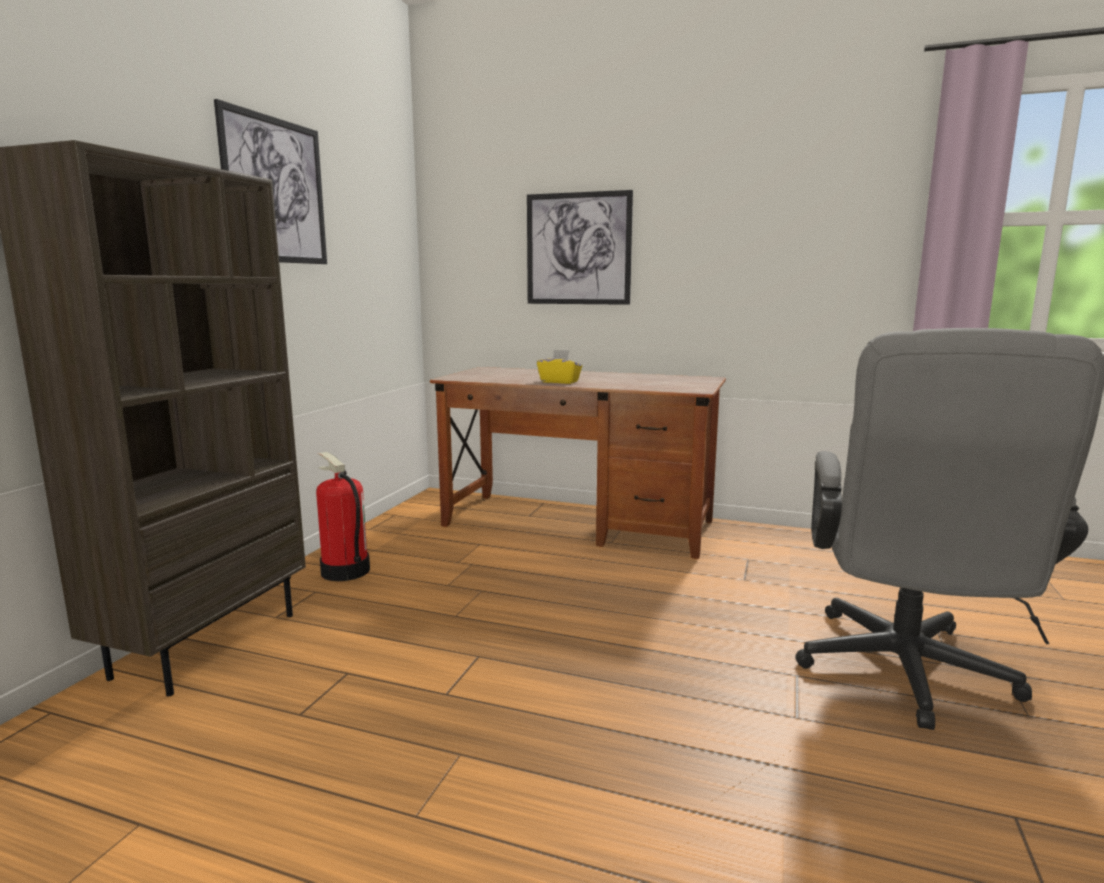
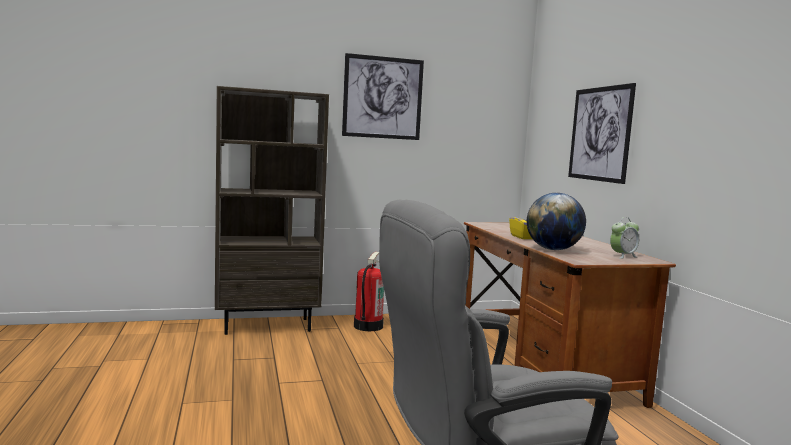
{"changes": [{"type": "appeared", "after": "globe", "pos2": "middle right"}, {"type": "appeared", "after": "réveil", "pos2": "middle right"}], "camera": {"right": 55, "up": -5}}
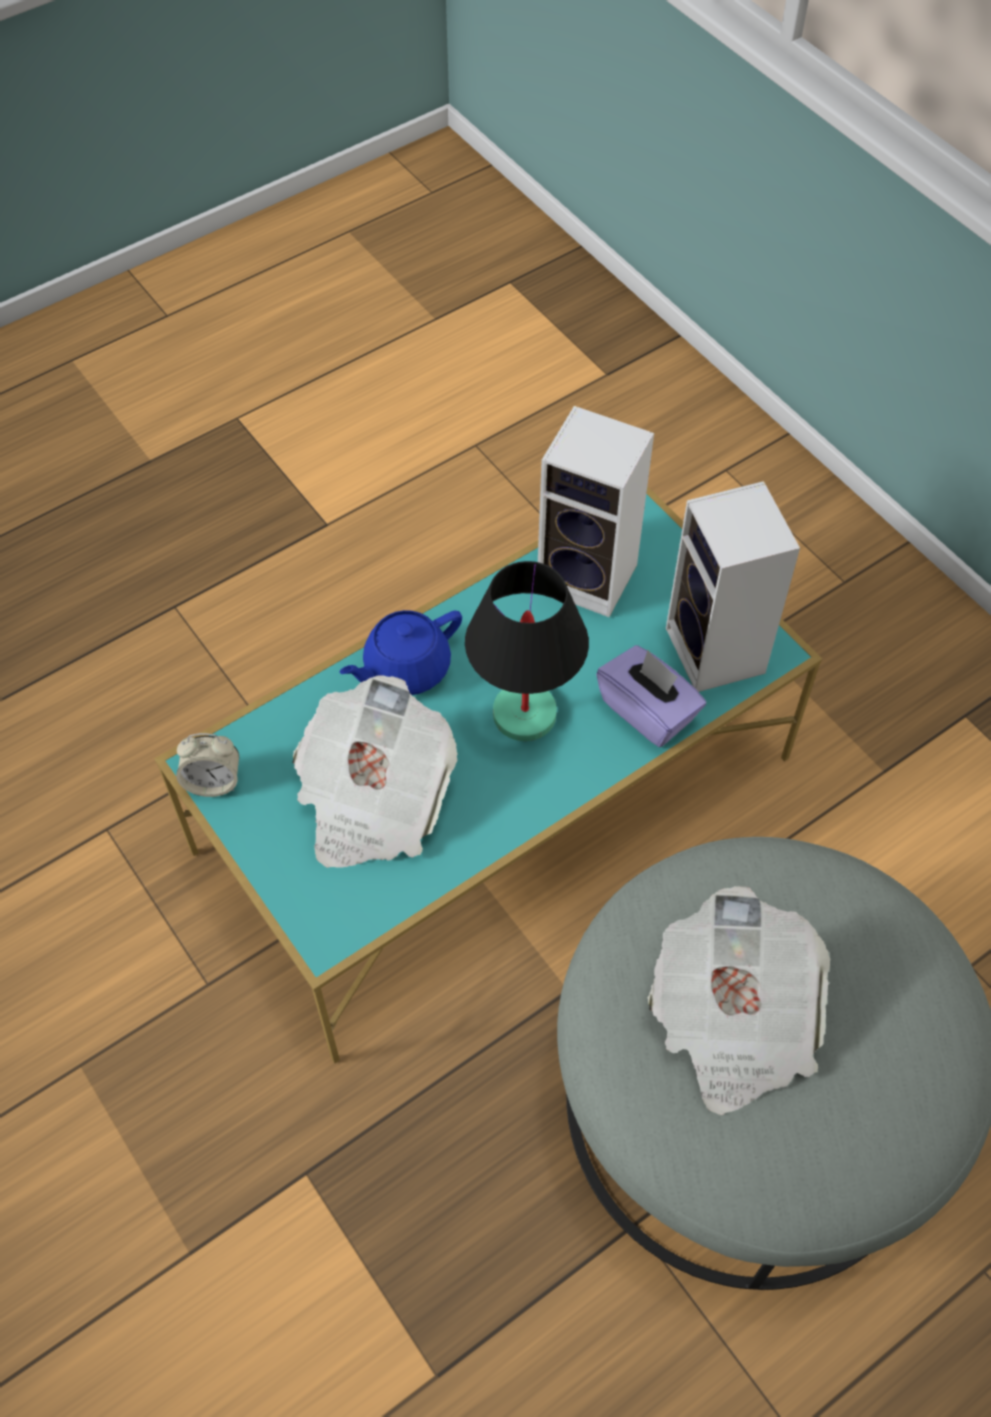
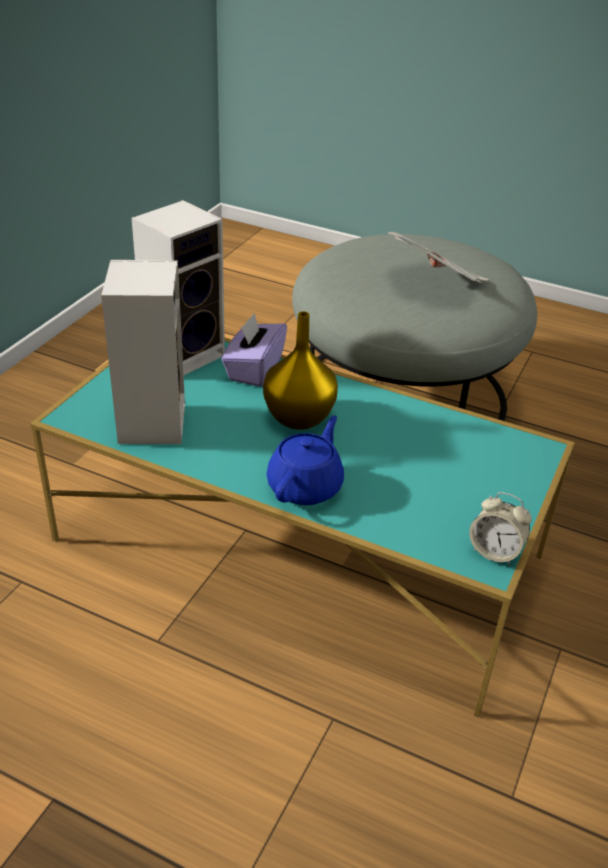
{"changes": [{"type": "missing", "before": "journal (no. 1 from left)", "pos1": "centre"}, {"type": "exchanged", "before": "lampe de table/noir", "after": "vase/jaune", "pos1": "centre", "pos2": "centre"}, {"type": "spun", "before": "réveil", "pos1": "middle left", "pos2": "middle right", "turn": 150}, {"type": "spun", "before": "théière/bleu", "pos1": "centre", "pos2": "centre", "turn": -90}], "camera": {"right": -120, "up": -20}}
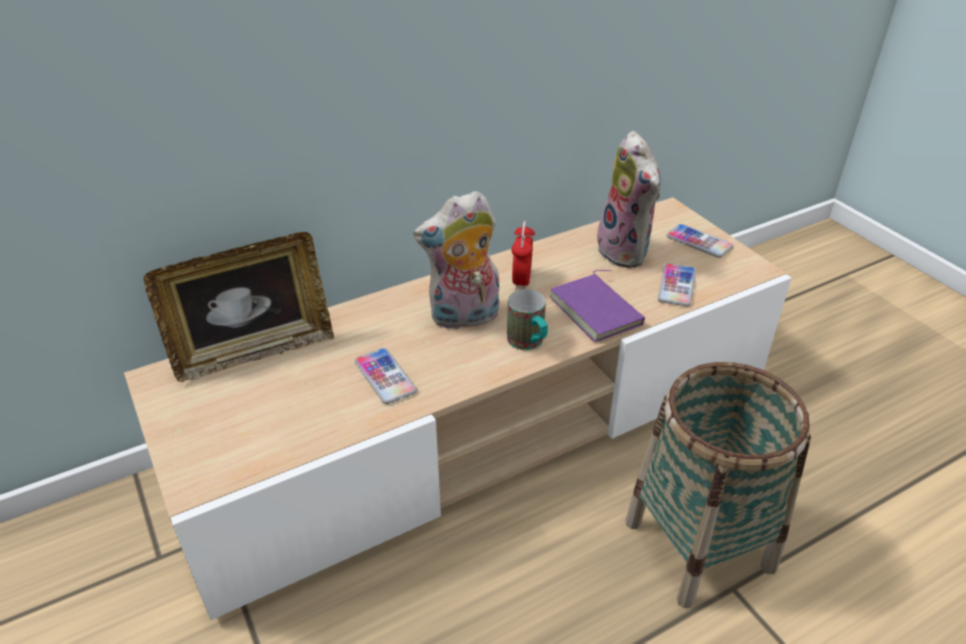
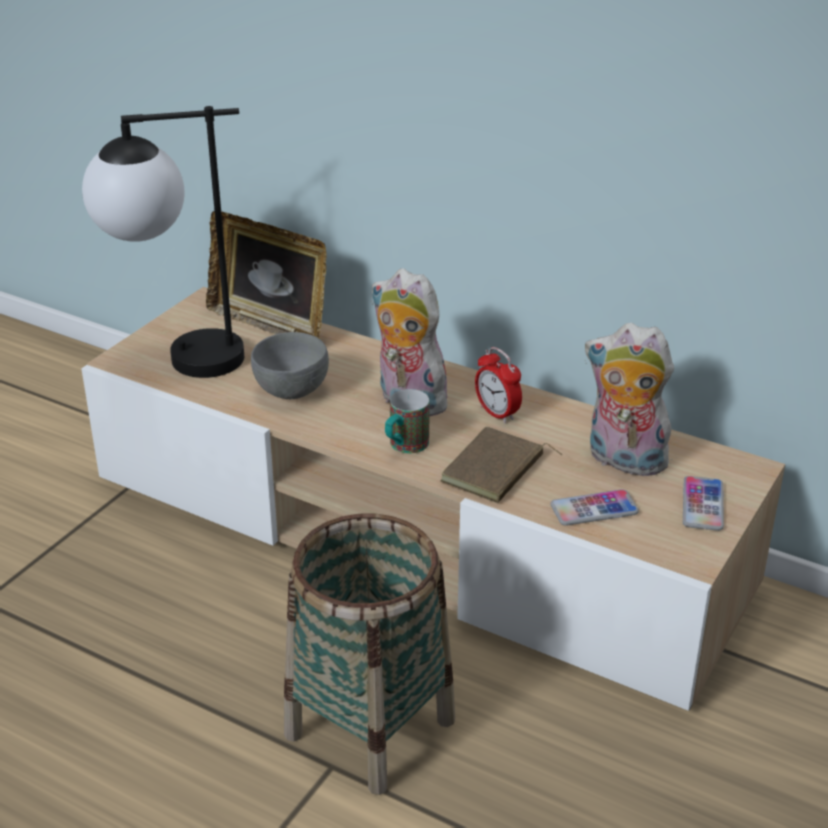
{"changes": [{"type": "appeared", "after": "lampe de table", "pos2": "top left"}, {"type": "exchanged", "before": "téléphone (no. 1 from left)", "after": "bol/gris", "pos1": "centre", "pos2": "centre"}, {"type": "colour", "before": "livre/violet", "after": "livre/marron", "pos1": "centre", "pos2": "centre"}, {"type": "spun", "before": "réveil", "pos1": "centre", "pos2": "centre", "turn": 75}, {"type": "spun", "before": "peluche (no. 2 from left)", "pos1": "top centre", "pos2": "middle right", "turn": 75}], "camera": {"right": 60, "up": -5}}
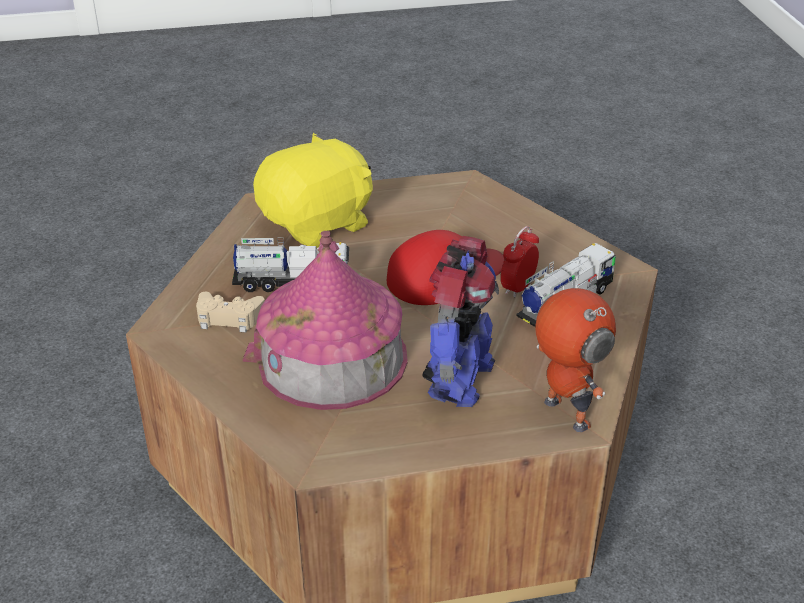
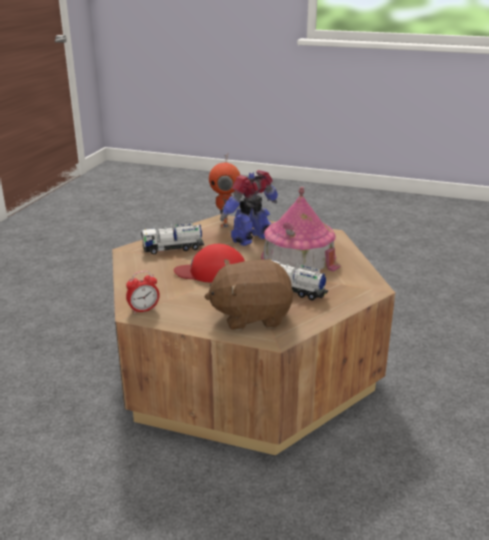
{"changes": [{"type": "missing", "before": "manette/beige", "pos1": "middle left"}, {"type": "relocated", "before": "réveil", "pos1": "centre", "pos2": "middle left"}, {"type": "colour", "before": "peluche/jaune", "after": "peluche/marron", "pos1": "top centre", "pos2": "centre"}], "camera": {"right": -150, "up": -10}}
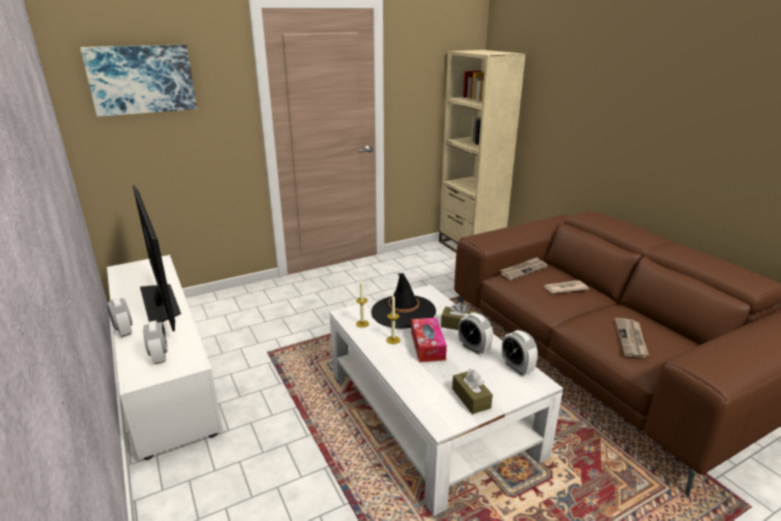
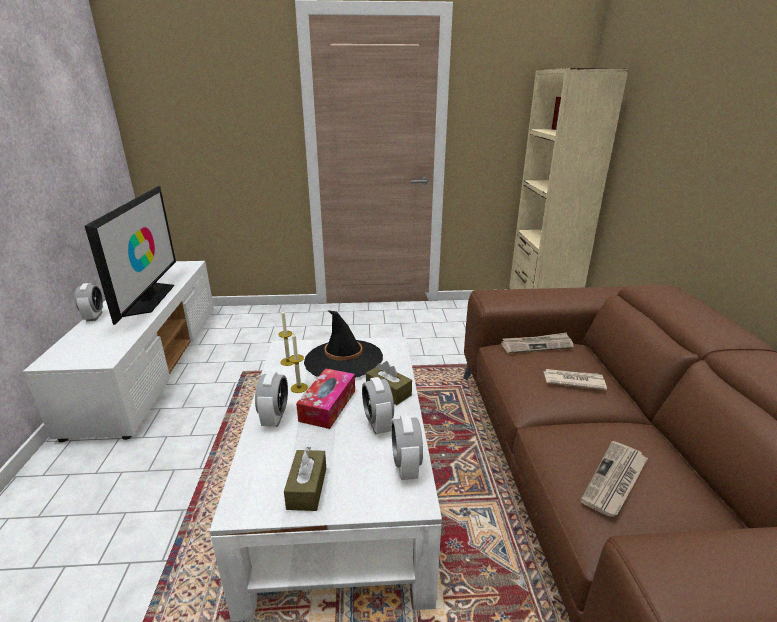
{"changes": [{"type": "missing", "before": "tableau", "pos1": "top left"}, {"type": "relocated", "before": "réveil (no. 2 from left)", "pos1": "middle left", "pos2": "centre"}], "camera": {"right": 25, "up": 0}}
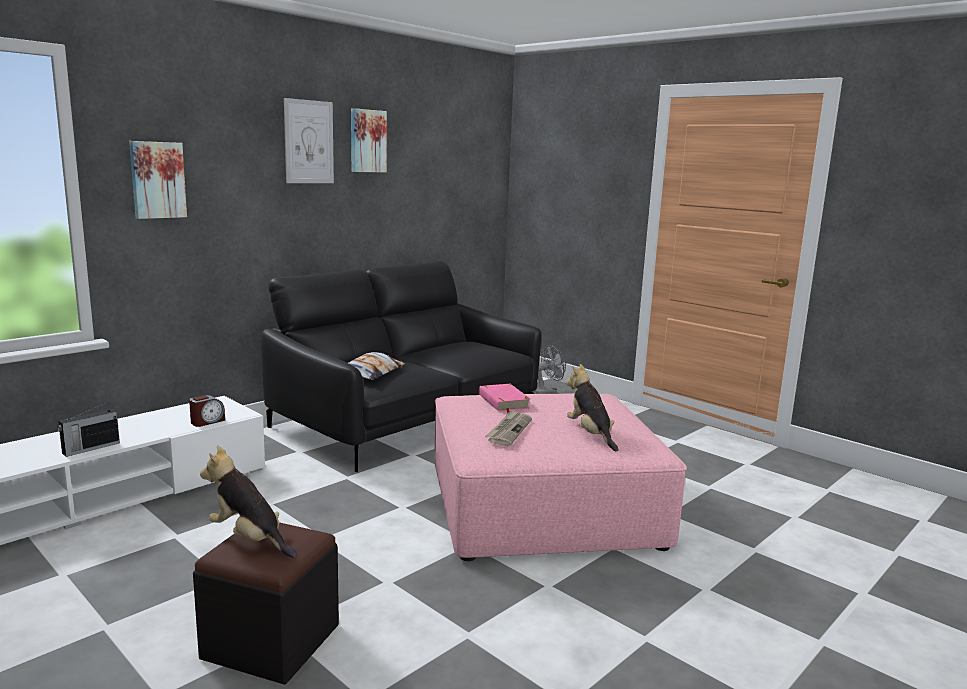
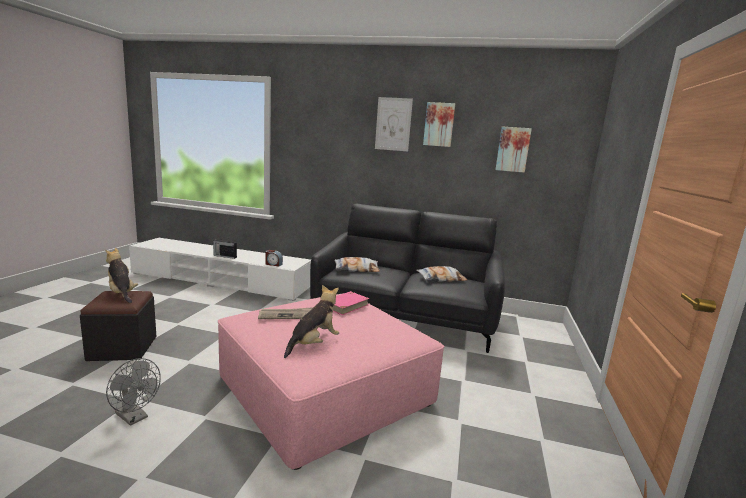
{"changes": [{"type": "appeared", "after": "coussin (no. 2 from left)", "pos2": "centre"}, {"type": "relocated", "before": "tableau (no. 1 from left in the first image)", "after": "tableau (no. 3 from left)", "pos1": "top left", "pos2": "top right"}, {"type": "relocated", "before": "ventilateur/gris", "pos1": "centre", "pos2": "bottom left"}, {"type": "spun", "before": "peluche (no. 1 from left)", "pos1": "bottom left", "pos2": "middle left", "turn": -45}], "camera": {"right": 60, "up": 0}}
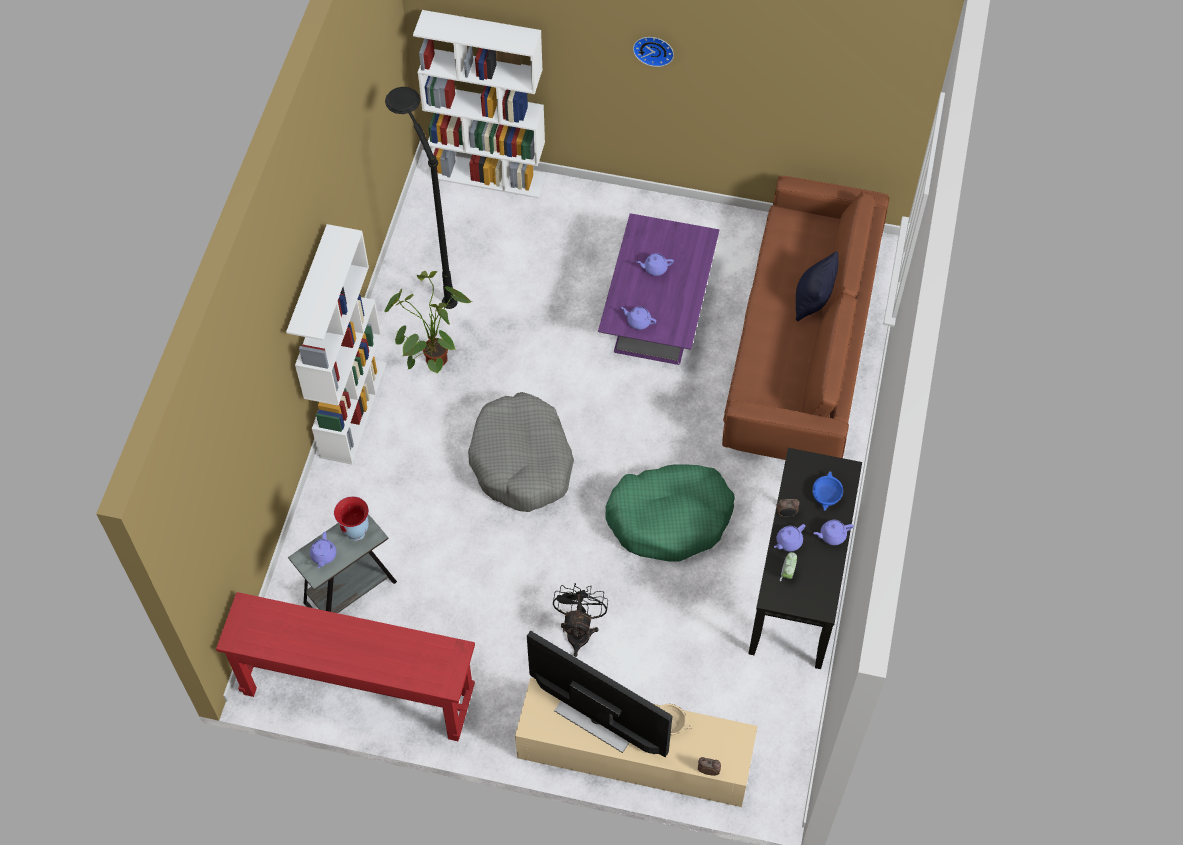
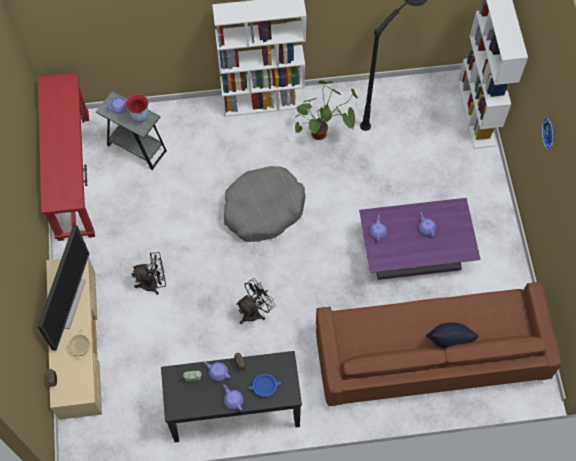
{"changes": [{"type": "exchanged", "before": "panier pour chien/vert", "after": "ventilateur/noir (no. 2 from left)", "pos1": "centre", "pos2": "centre"}], "camera": {"right": 70, "up": 5}}
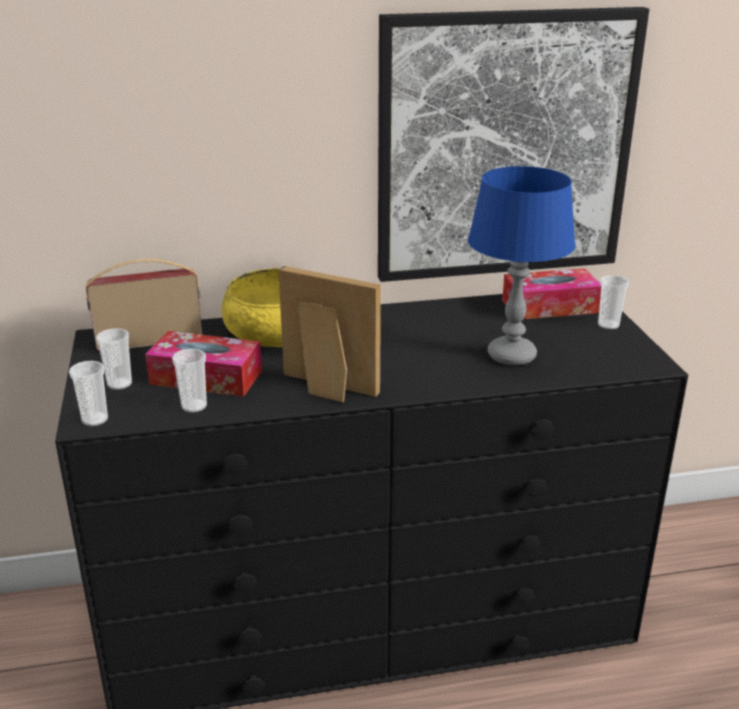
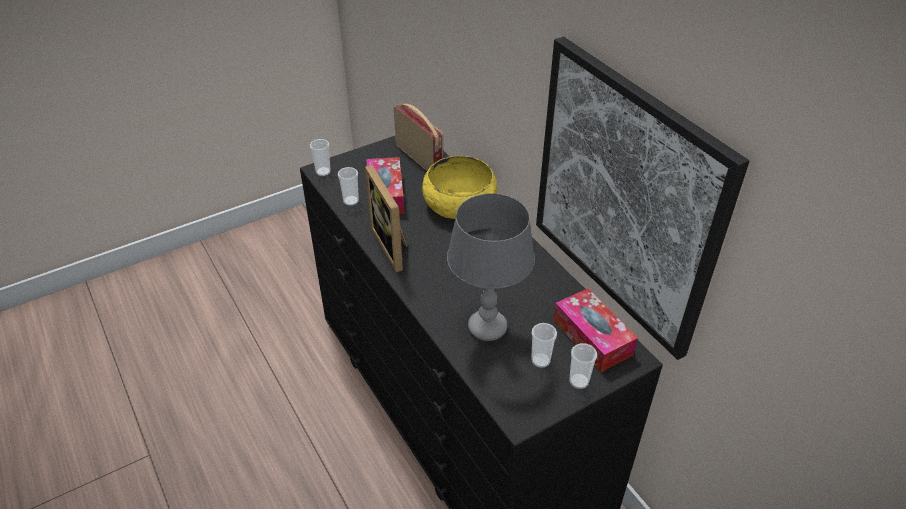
{"changes": [{"type": "relocated", "before": "tasse (no. 2 from left in the first image)", "after": "tasse (no. 3 from left)", "pos1": "middle left", "pos2": "bottom centre"}, {"type": "colour", "before": "lampe de table/bleu", "after": "lampe de table/gris", "pos1": "middle right", "pos2": "centre"}, {"type": "spun", "before": "cadre photo", "pos1": "centre", "pos2": "centre", "turn": 150}], "camera": {"right": 70, "up": 15}}
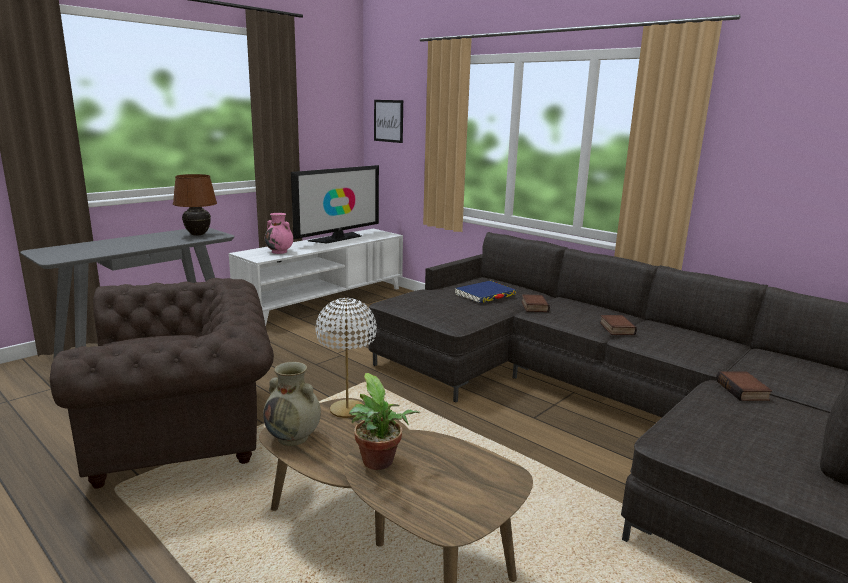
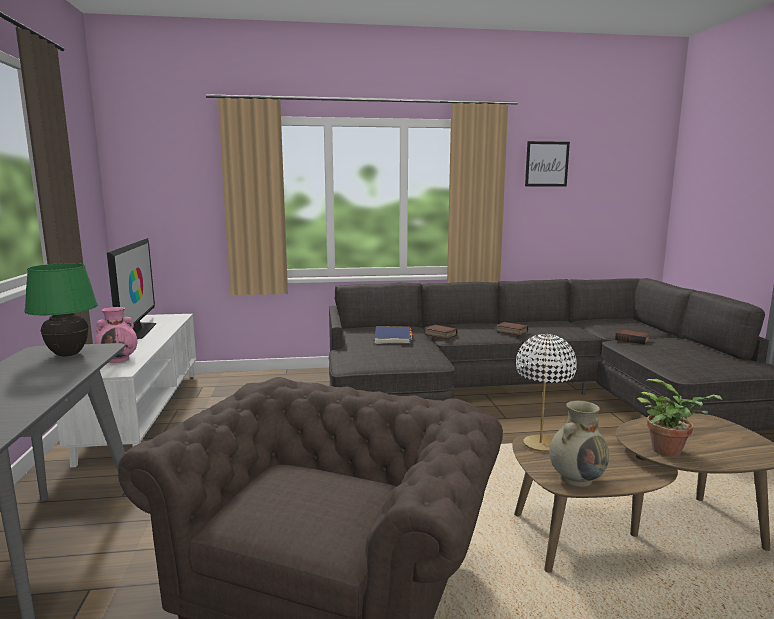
{"changes": [{"type": "relocated", "before": "tableau", "pos1": "top centre", "pos2": "top right"}, {"type": "colour", "before": "lampe de table/marron", "after": "lampe de table/vert", "pos1": "middle left", "pos2": "middle left"}], "camera": {"right": -50, "up": -5}}
